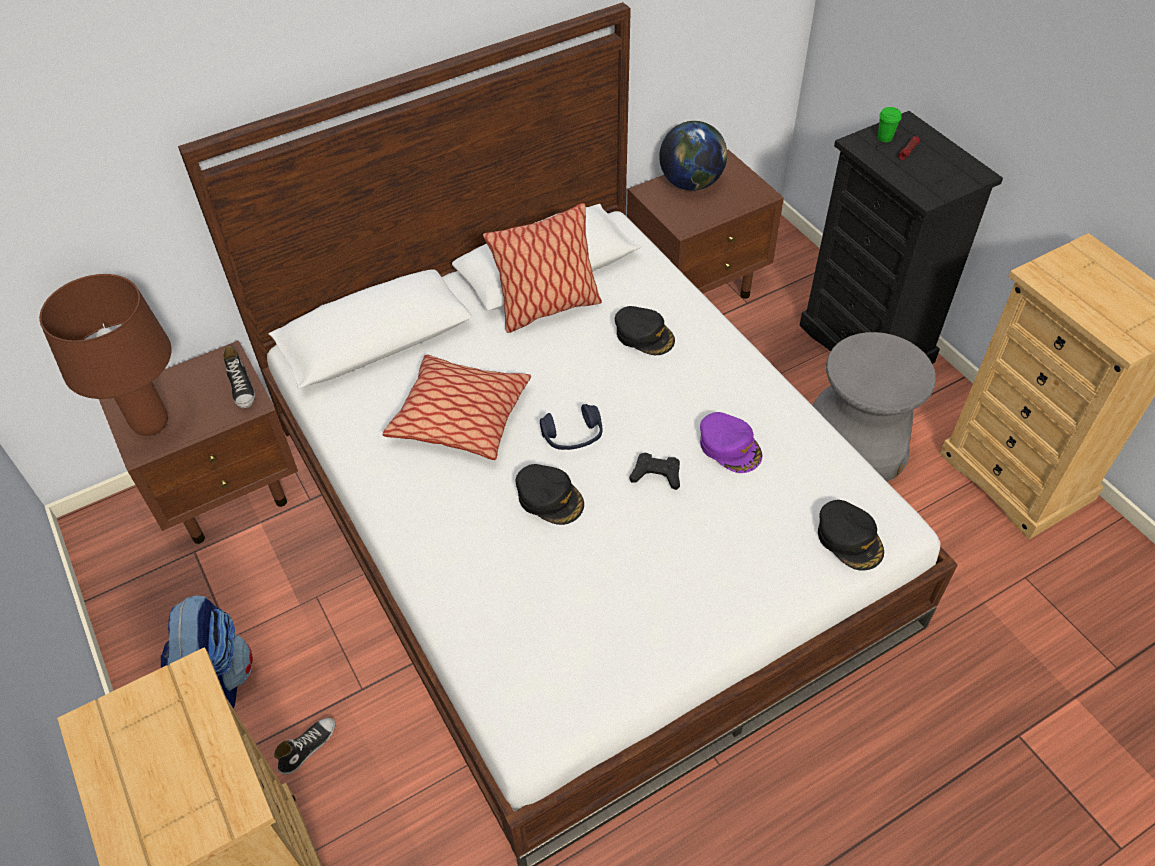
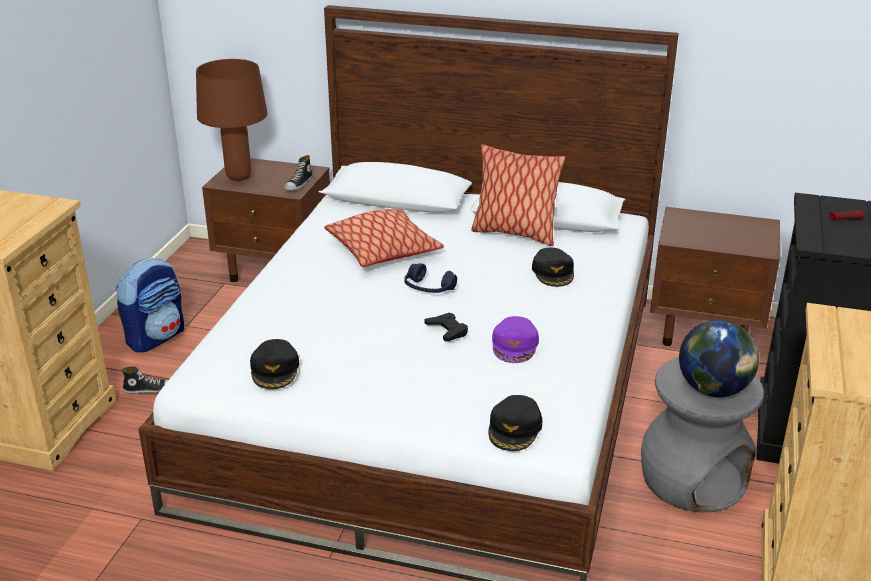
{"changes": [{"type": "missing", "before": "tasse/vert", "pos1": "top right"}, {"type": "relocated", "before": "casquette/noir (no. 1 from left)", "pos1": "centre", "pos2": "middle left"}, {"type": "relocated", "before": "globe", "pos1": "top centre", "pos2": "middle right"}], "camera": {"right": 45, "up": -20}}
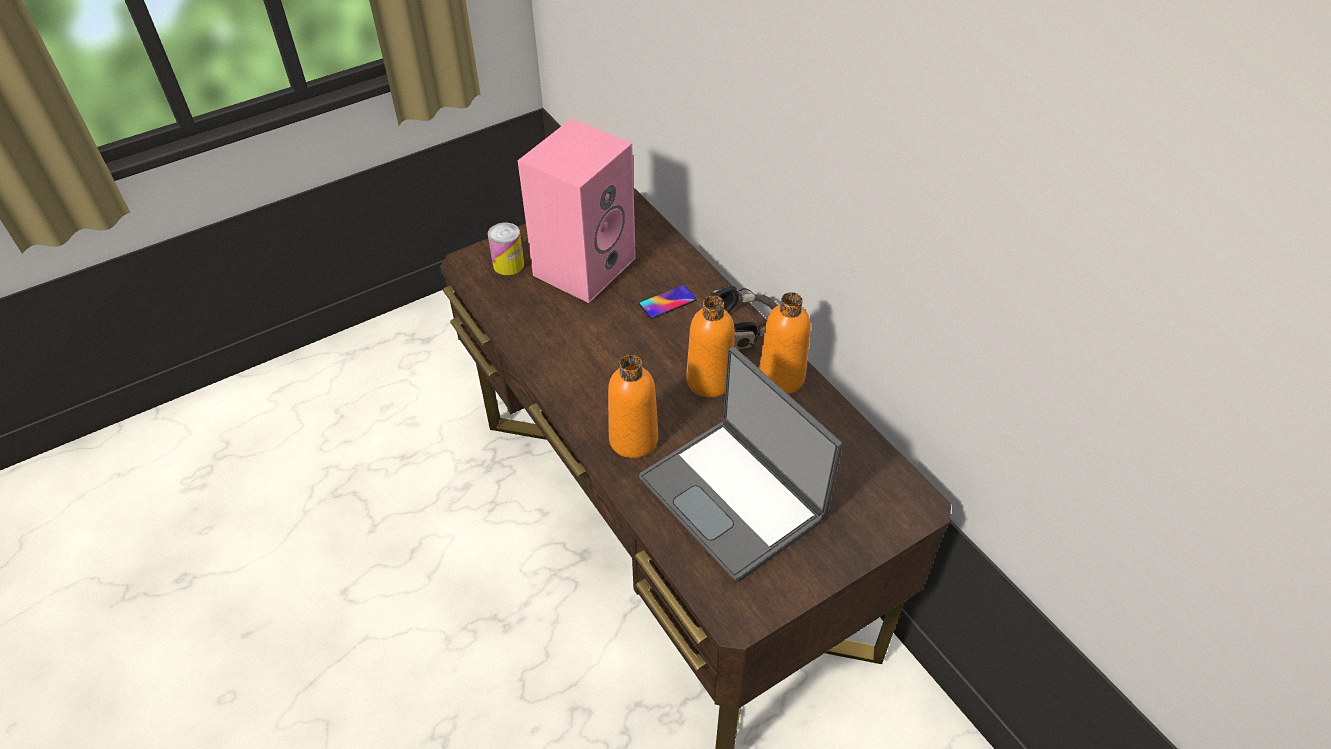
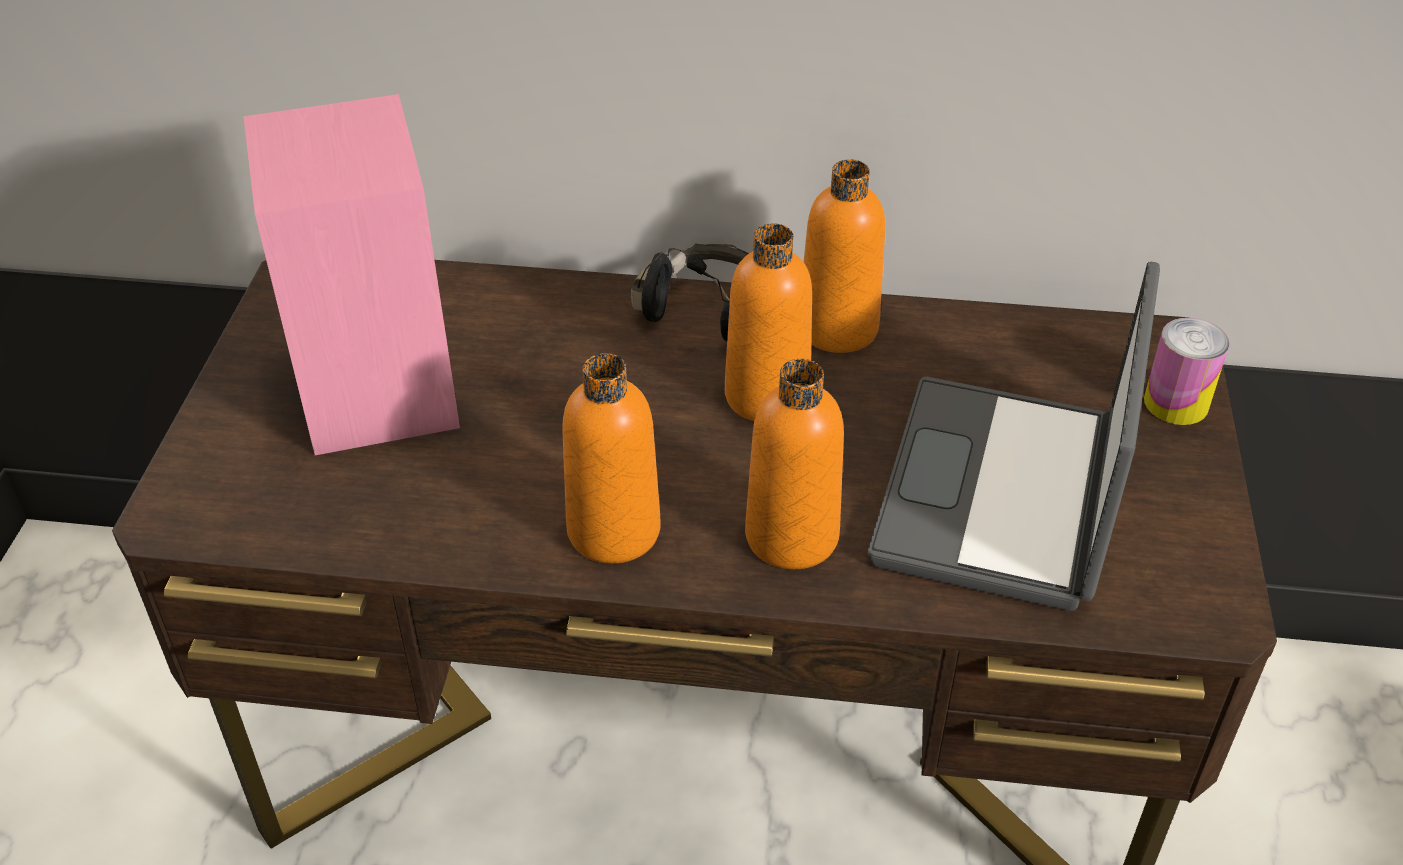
{"changes": [{"type": "missing", "before": "téléphone", "pos1": "centre"}, {"type": "appeared", "after": "bouteille/orange (no. 1 from left)", "pos2": "centre"}, {"type": "relocated", "before": "boîte métallique", "pos1": "top centre", "pos2": "middle right"}, {"type": "spun", "before": "ordinateur portable", "pos1": "centre", "pos2": "middle right", "turn": 105}], "camera": {"right": -50, "up": -5}}
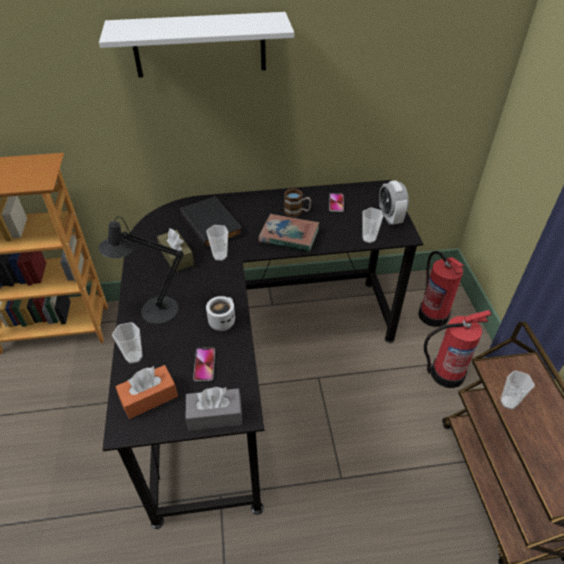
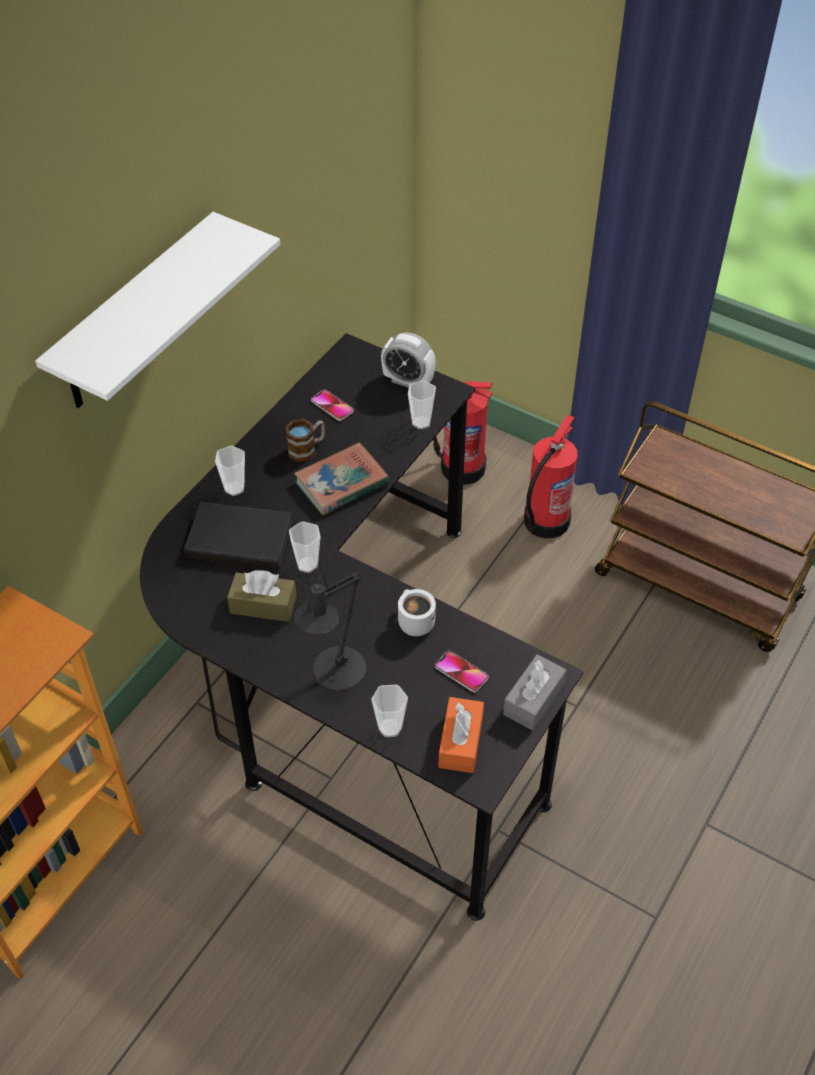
{"changes": [{"type": "relocated", "before": "tasse (no. 4 from left in the first image)", "after": "tasse (no. 1 from left)", "pos1": "bottom right", "pos2": "middle left"}], "camera": {"right": -50, "up": 5}}
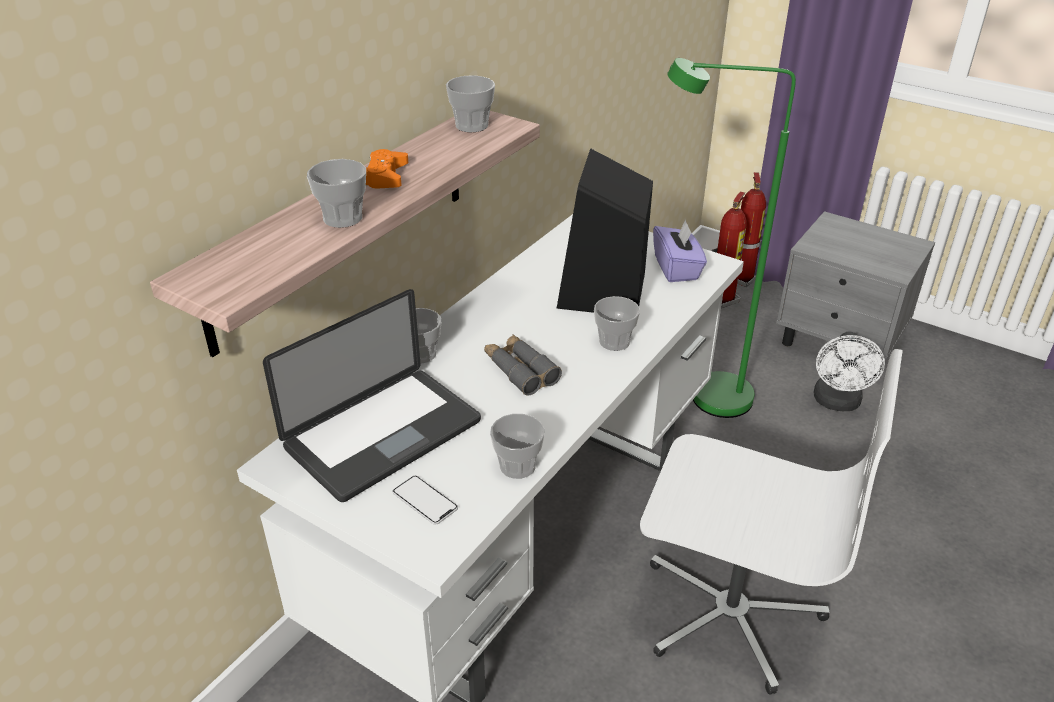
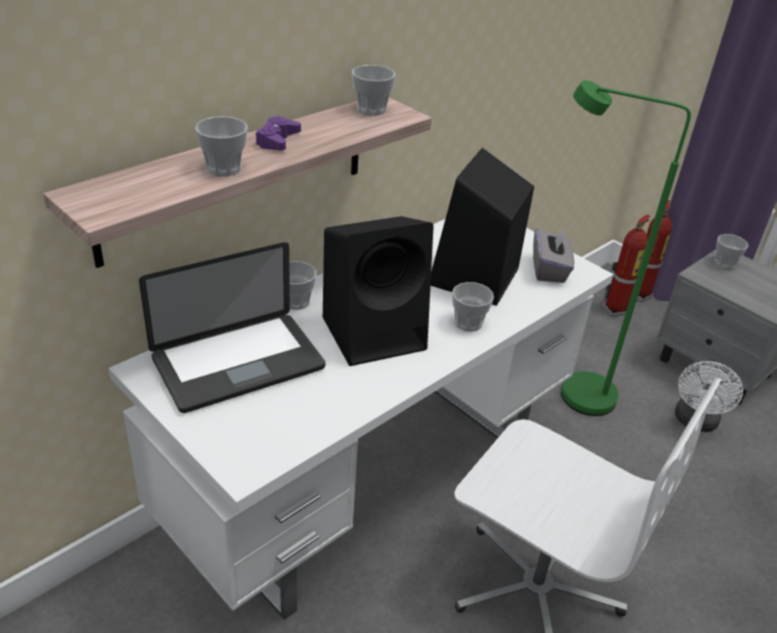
{"changes": [{"type": "missing", "before": "téléphone", "pos1": "bottom centre"}, {"type": "relocated", "before": "tasse (no. 4 from left in the first image)", "after": "tasse (no. 5 from left)", "pos1": "centre", "pos2": "middle right"}, {"type": "exchanged", "before": "jumelles/gris", "after": "enceinte/noir (no. 1 from left)", "pos1": "centre", "pos2": "centre"}, {"type": "colour", "before": "manette/orange", "after": "manette/violet", "pos1": "top centre", "pos2": "top centre"}, {"type": "colour", "before": "boîte à mouchoirs/violet", "after": "boîte à mouchoirs/gris", "pos1": "centre", "pos2": "middle right"}], "camera": {"right": 10, "up": 0}}
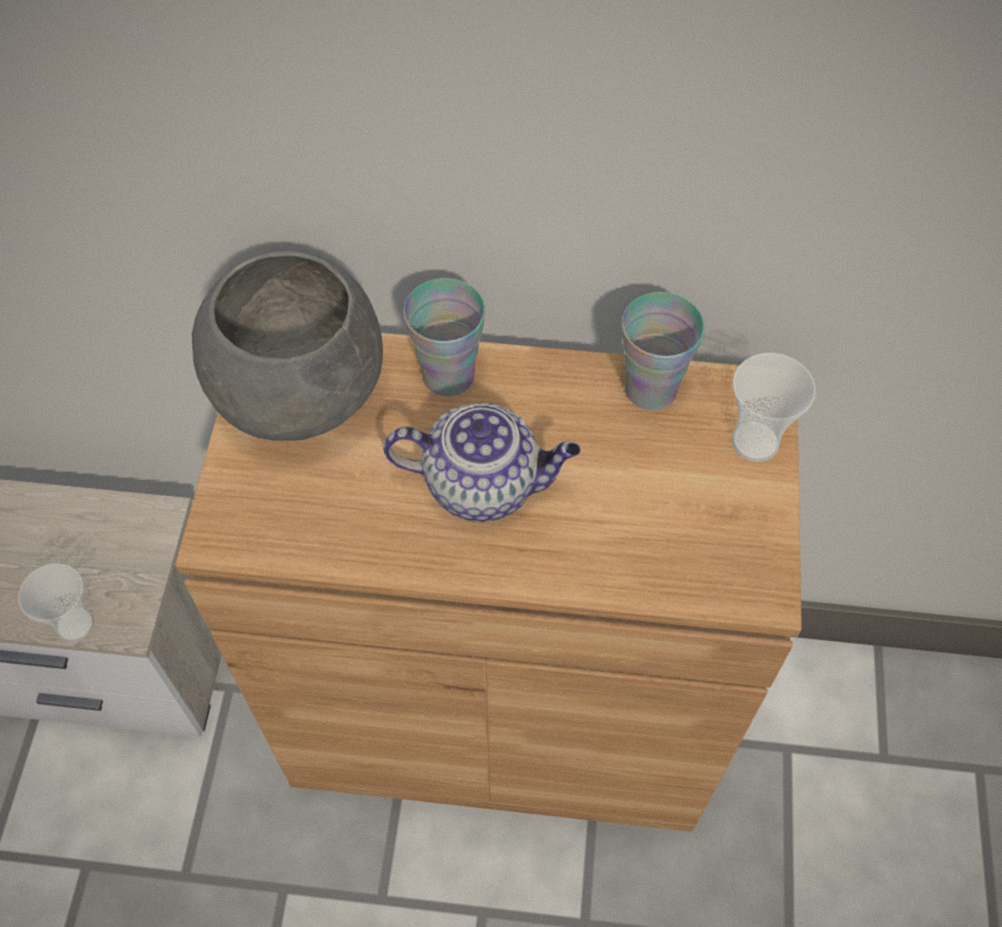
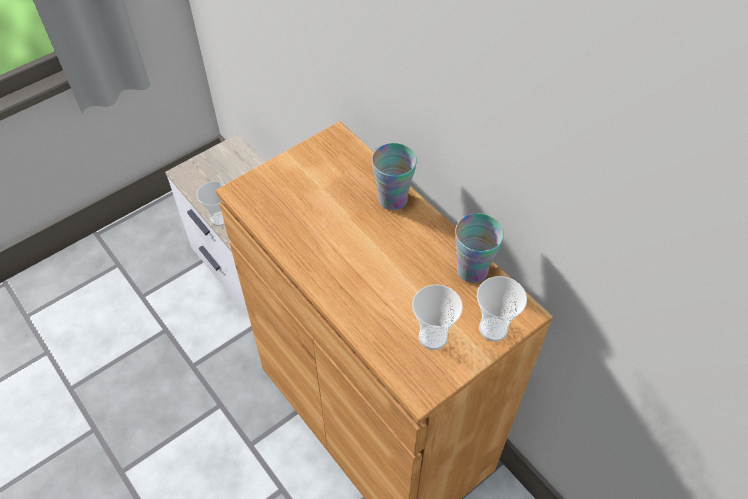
{"changes": [{"type": "missing", "before": "bol/gris", "pos1": "middle left"}, {"type": "missing", "before": "théière", "pos1": "centre"}, {"type": "appeared", "after": "tasse (no. 3 from left)", "pos2": "centre"}], "camera": {"right": 45, "up": -5}}
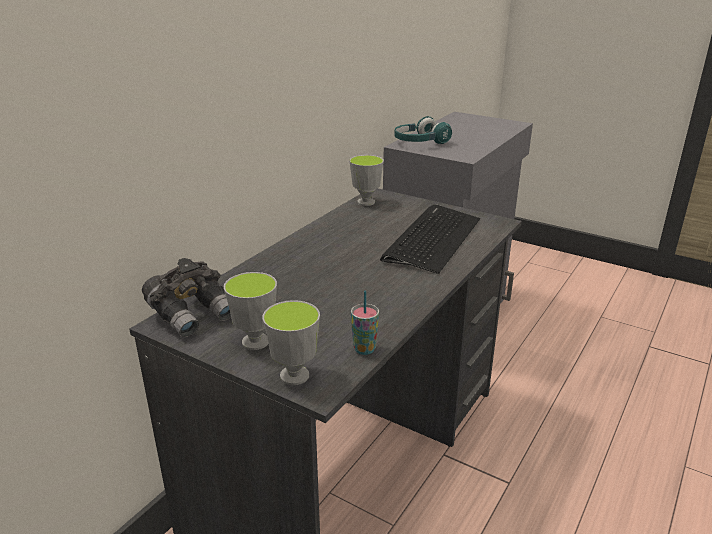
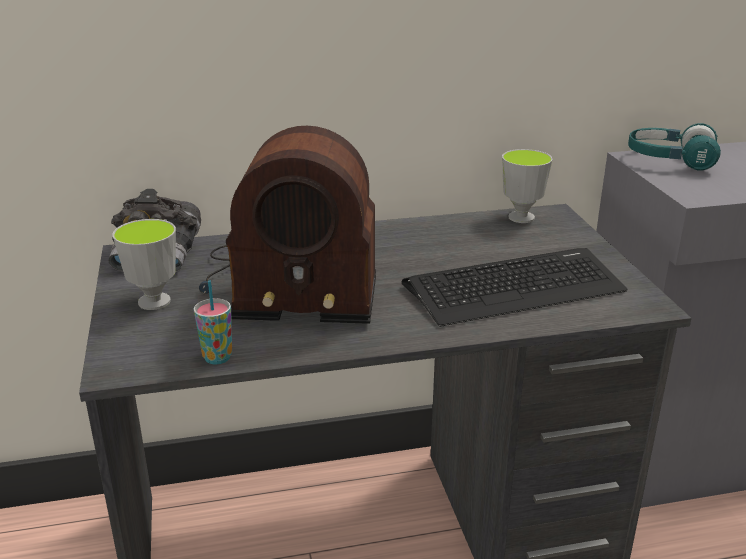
{"changes": [{"type": "missing", "before": "tasse (no. 2 from left)", "pos1": "centre"}, {"type": "appeared", "after": "radio", "pos2": "centre"}], "camera": {"right": 45, "up": 0}}
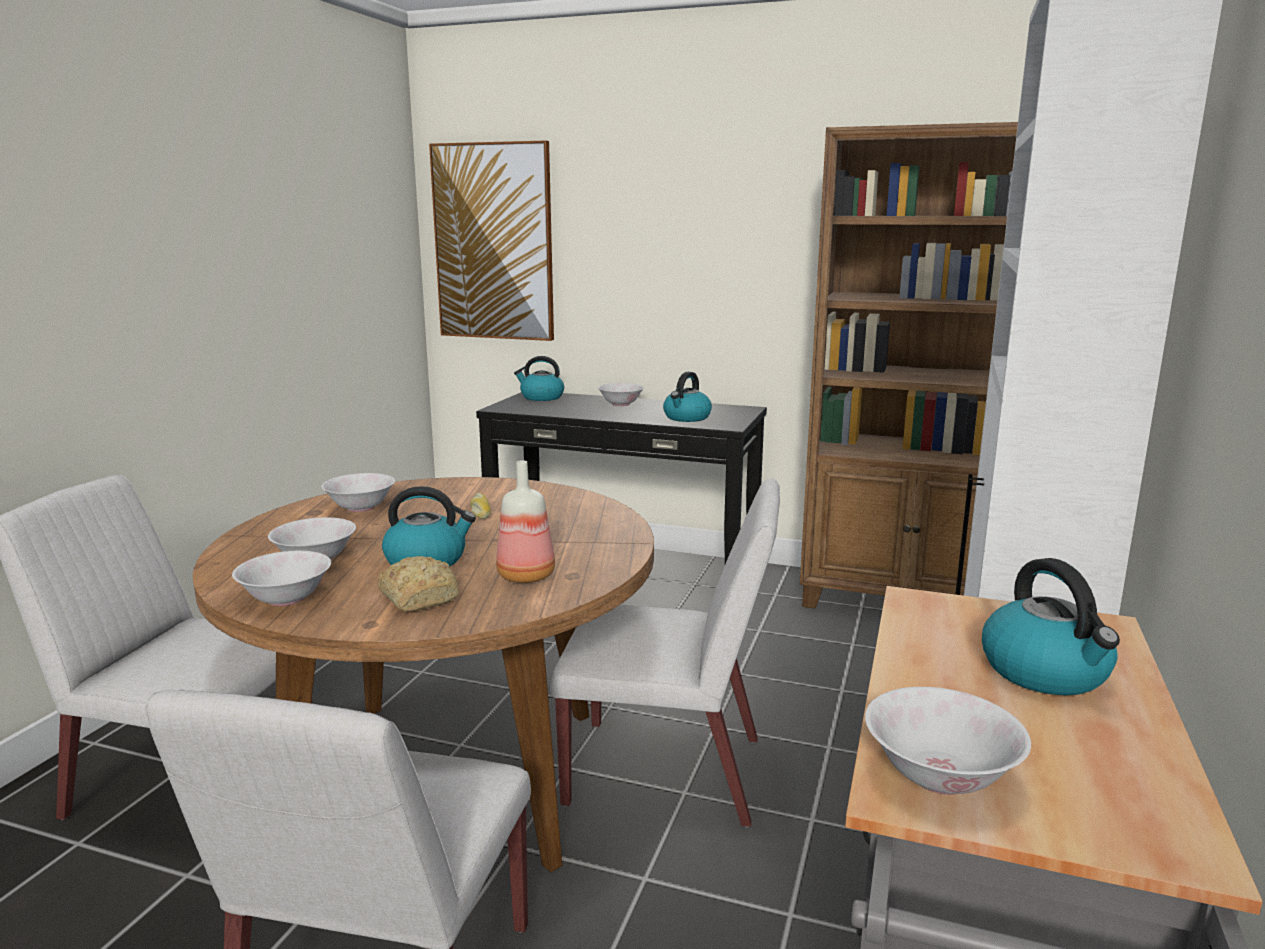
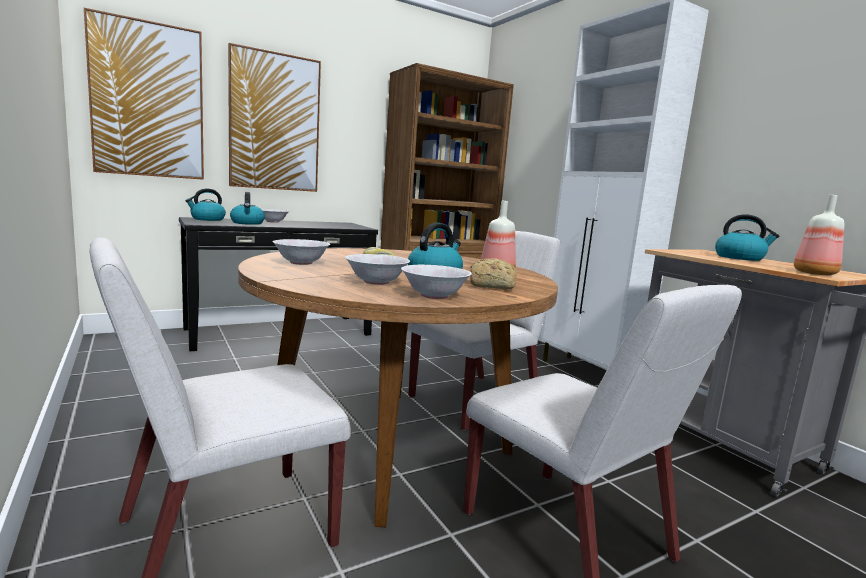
{"changes": [{"type": "appeared", "after": "tableau (no. 2 from left)", "pos2": "top left"}, {"type": "relocated", "before": "bouilloire (no. 3 from left in the first image)", "after": "bouilloire (no. 2 from left)", "pos1": "centre", "pos2": "middle left"}, {"type": "exchanged", "before": "bol/blanc (no. 5 from left)", "after": "bouteille (no. 2 from left)", "pos1": "bottom right", "pos2": "middle right"}], "camera": {"right": -50, "up": -5}}
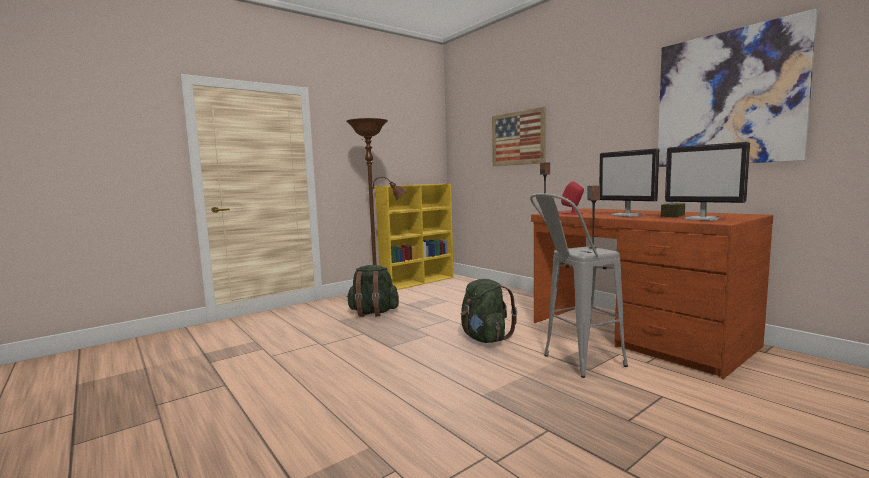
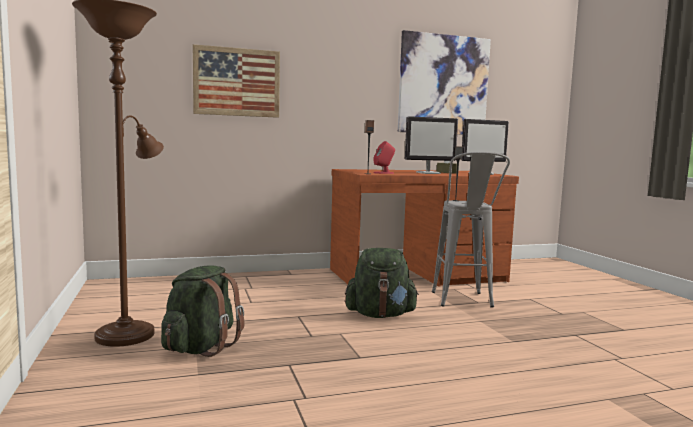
{"changes": [{"type": "missing", "before": "bibliothèque/jaune", "pos1": "centre"}], "camera": {"right": -70, "up": 0}}
